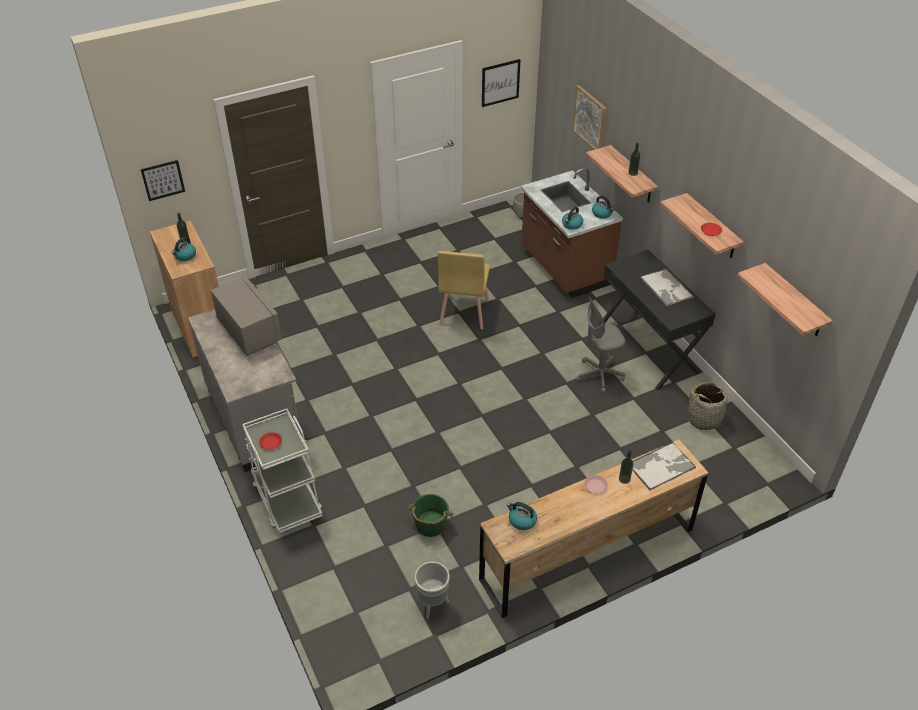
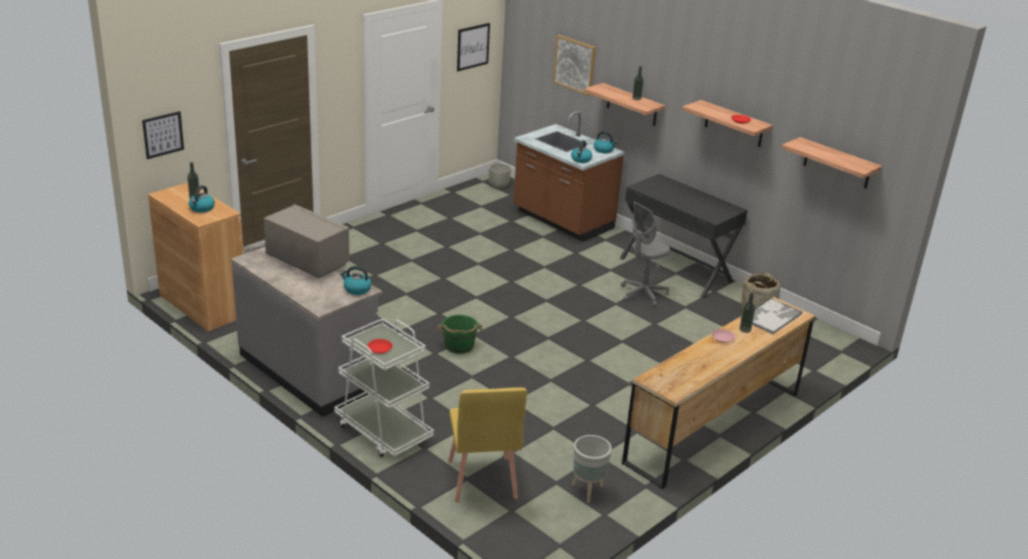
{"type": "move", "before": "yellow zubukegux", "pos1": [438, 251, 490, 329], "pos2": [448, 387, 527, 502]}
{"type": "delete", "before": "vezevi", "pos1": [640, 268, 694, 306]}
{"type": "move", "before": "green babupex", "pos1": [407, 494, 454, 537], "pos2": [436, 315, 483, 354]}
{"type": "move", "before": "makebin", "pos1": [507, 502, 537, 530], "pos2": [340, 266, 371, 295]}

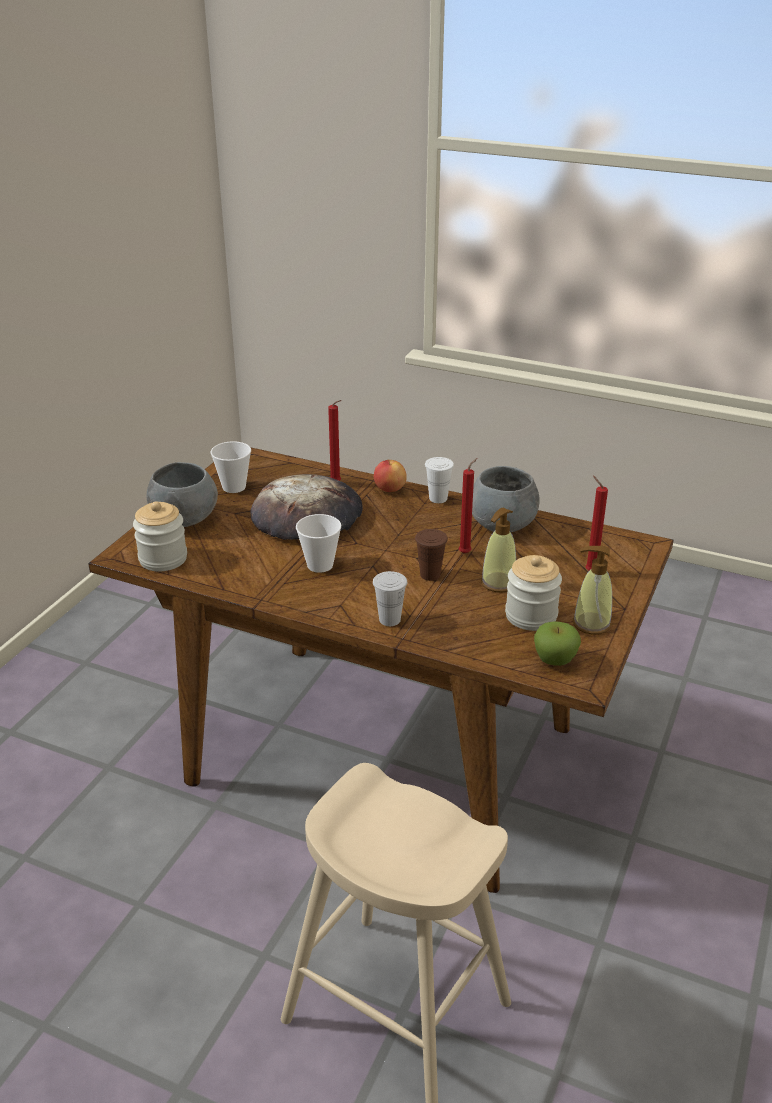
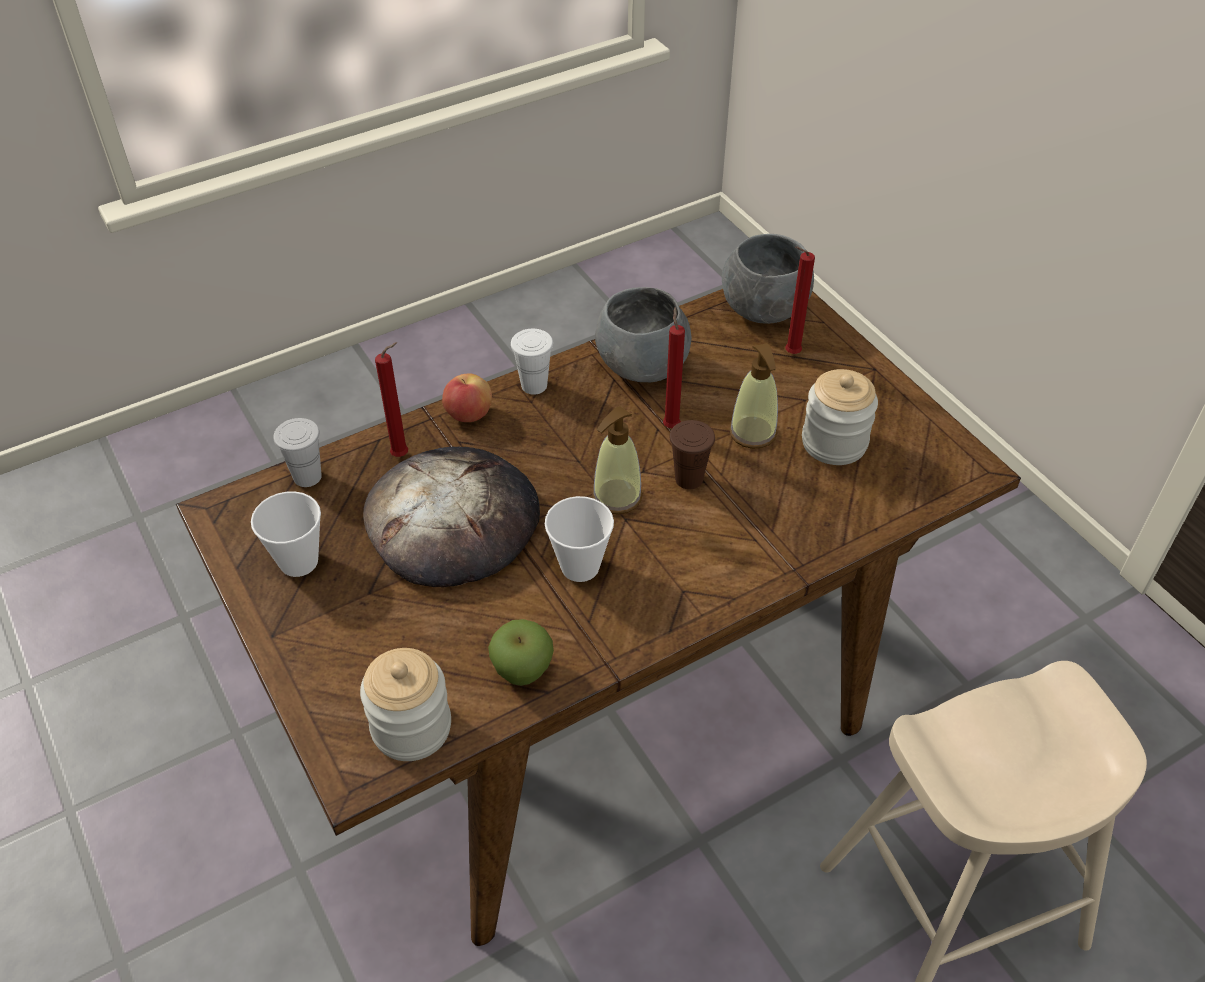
{"type": "move", "before": "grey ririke", "pos1": [147, 462, 218, 527], "pos2": [722, 234, 814, 324]}
{"type": "move", "before": "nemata", "pos1": [573, 546, 612, 635], "pos2": [592, 406, 643, 515]}
{"type": "move", "before": "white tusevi", "pos1": [373, 571, 407, 626], "pos2": [273, 418, 322, 487]}
{"type": "move", "before": "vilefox", "pos1": [534, 621, 581, 666], "pos2": [488, 619, 554, 686]}

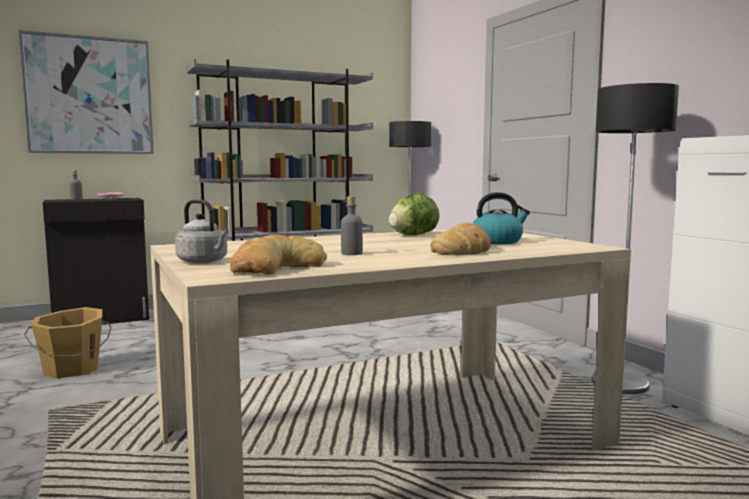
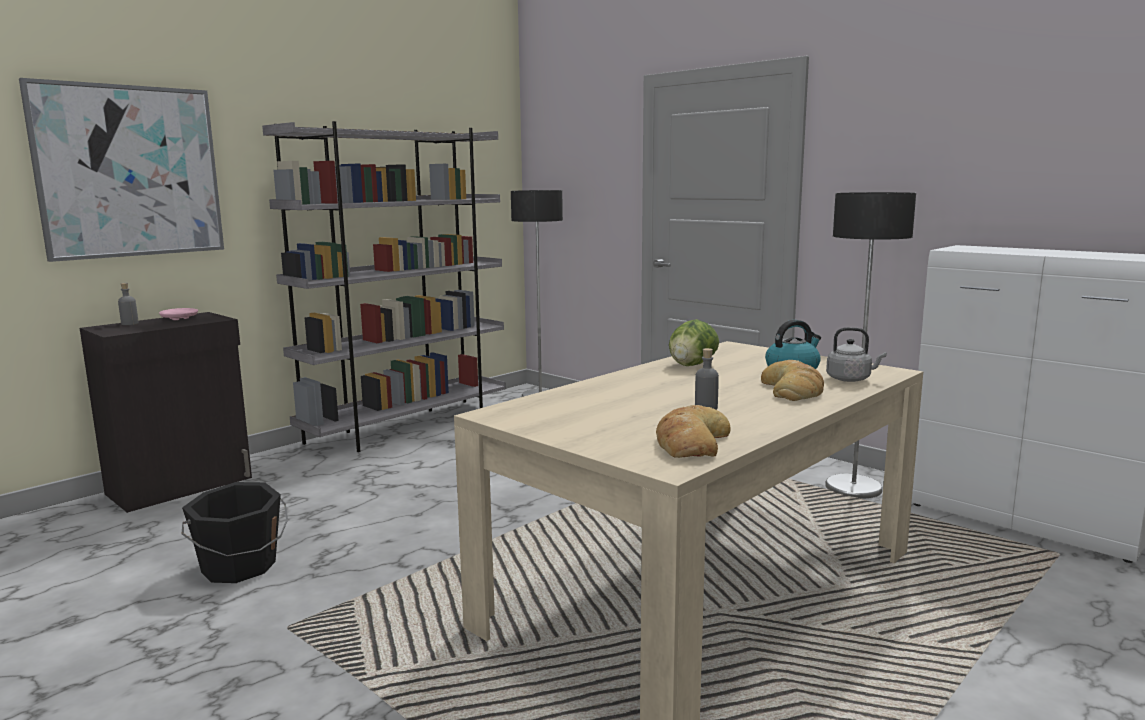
{"type": "move", "before": "grey makebin", "pos1": [175, 199, 229, 263], "pos2": [826, 327, 887, 382]}
{"type": "recolor", "before": "orange babupex", "after": "black babupex", "pos1": [24, 307, 111, 378], "pos2": [182, 482, 288, 583]}

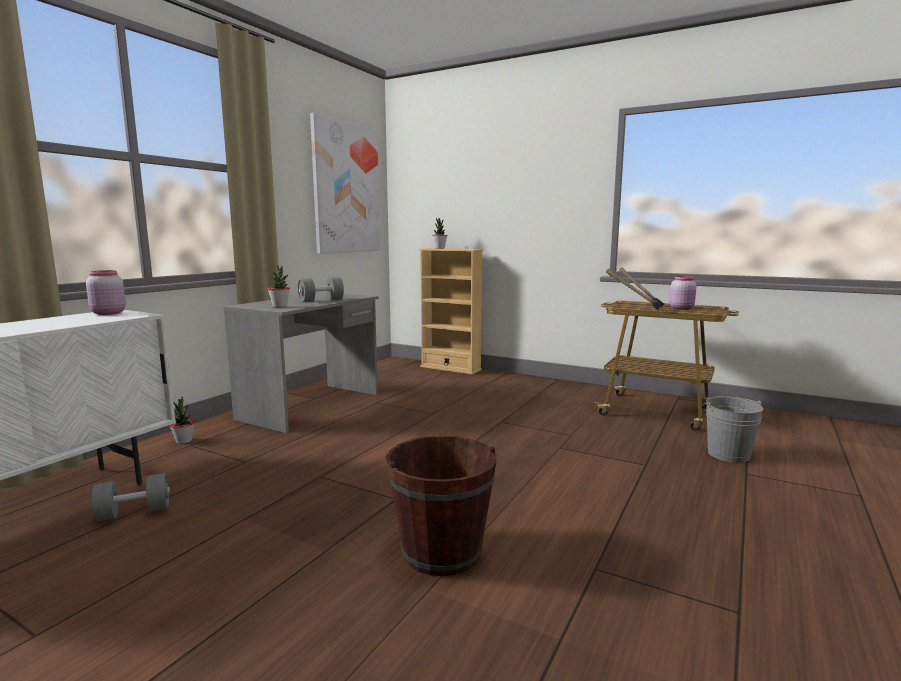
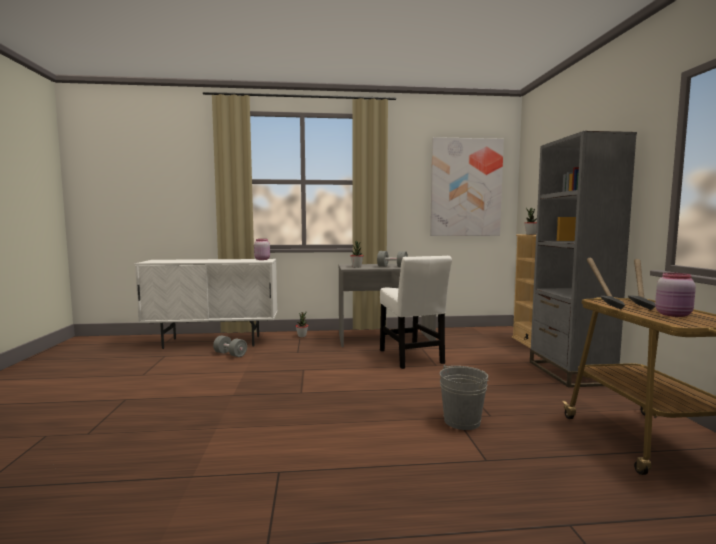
{"type": "move", "before": "grey babupex", "pos1": [704, 396, 763, 463], "pos2": [440, 365, 489, 430]}
{"type": "delete", "before": "brown babupex", "pos1": [386, 435, 497, 576]}
{"type": "insert", "after": "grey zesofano", "pos2": [530, 131, 637, 388]}
{"type": "insert", "after": "white zubukegux", "pos2": [380, 256, 452, 369]}

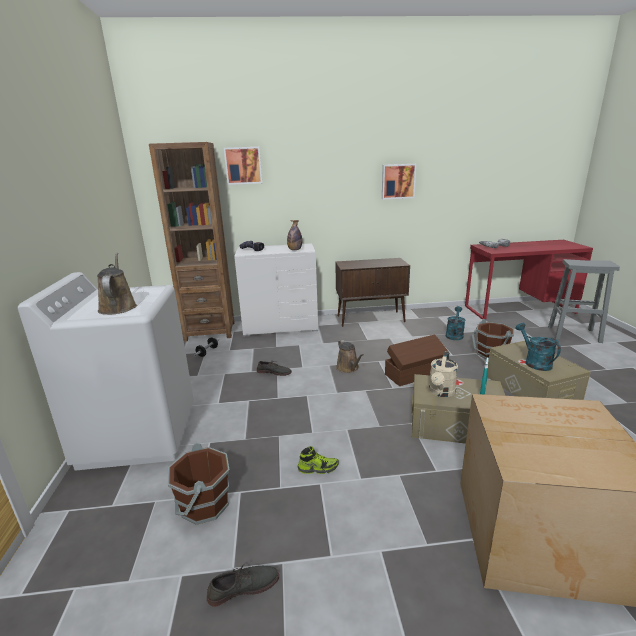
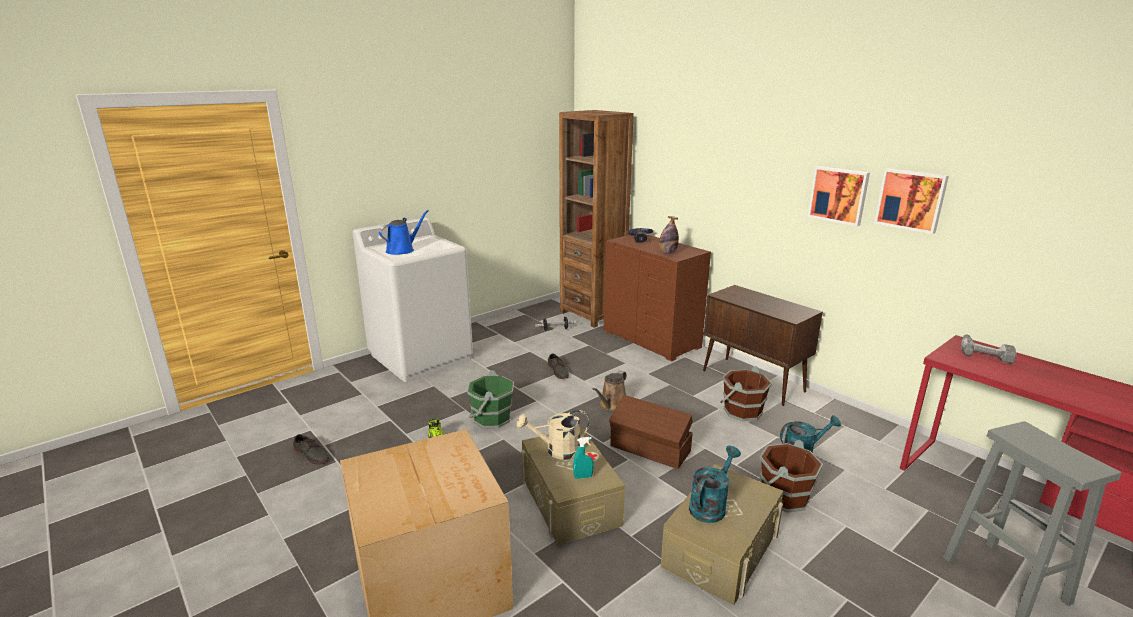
{"type": "move", "before": "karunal", "pos1": [224, 147, 262, 185], "pos2": [874, 168, 949, 234]}
{"type": "recolor", "before": "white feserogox", "after": "brown feserogox", "pos1": [234, 243, 318, 337], "pos2": [604, 234, 711, 362]}
{"type": "recolor", "before": "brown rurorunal", "after": "blue rurorunal", "pos1": [97, 253, 137, 315], "pos2": [379, 210, 429, 255]}
{"type": "move", "before": "brown babupex", "pos1": [168, 443, 229, 525], "pos2": [720, 366, 772, 421]}
{"type": "insert", "after": "green babupex", "pos2": [467, 370, 514, 428]}

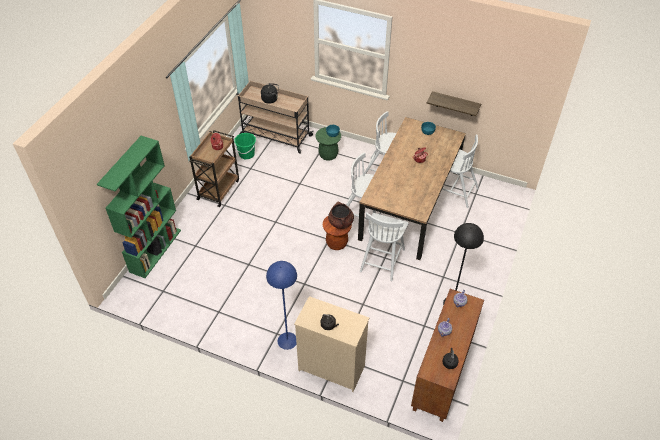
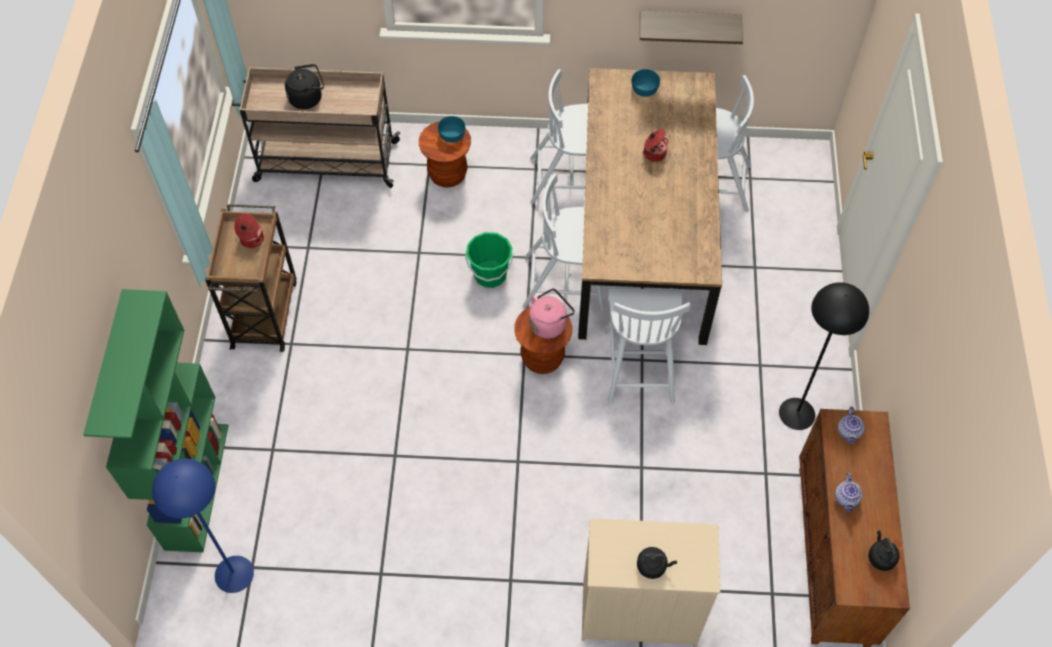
{"type": "recolor", "before": "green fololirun", "after": "brown fololirun", "pos1": [316, 127, 341, 161], "pos2": [419, 121, 471, 187]}
{"type": "move", "before": "green babupex", "pos1": [234, 133, 256, 159], "pos2": [465, 232, 513, 288]}
{"type": "replace", "before": "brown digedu", "after": "pink makebin", "pos1": [328, 202, 354, 229], "pos2": [529, 288, 575, 339]}
{"type": "move", "before": "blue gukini", "pos1": [266, 261, 297, 350], "pos2": [152, 459, 254, 593]}

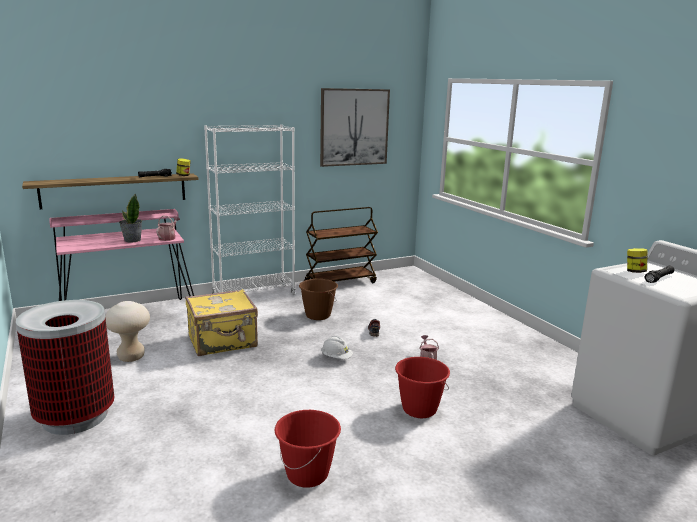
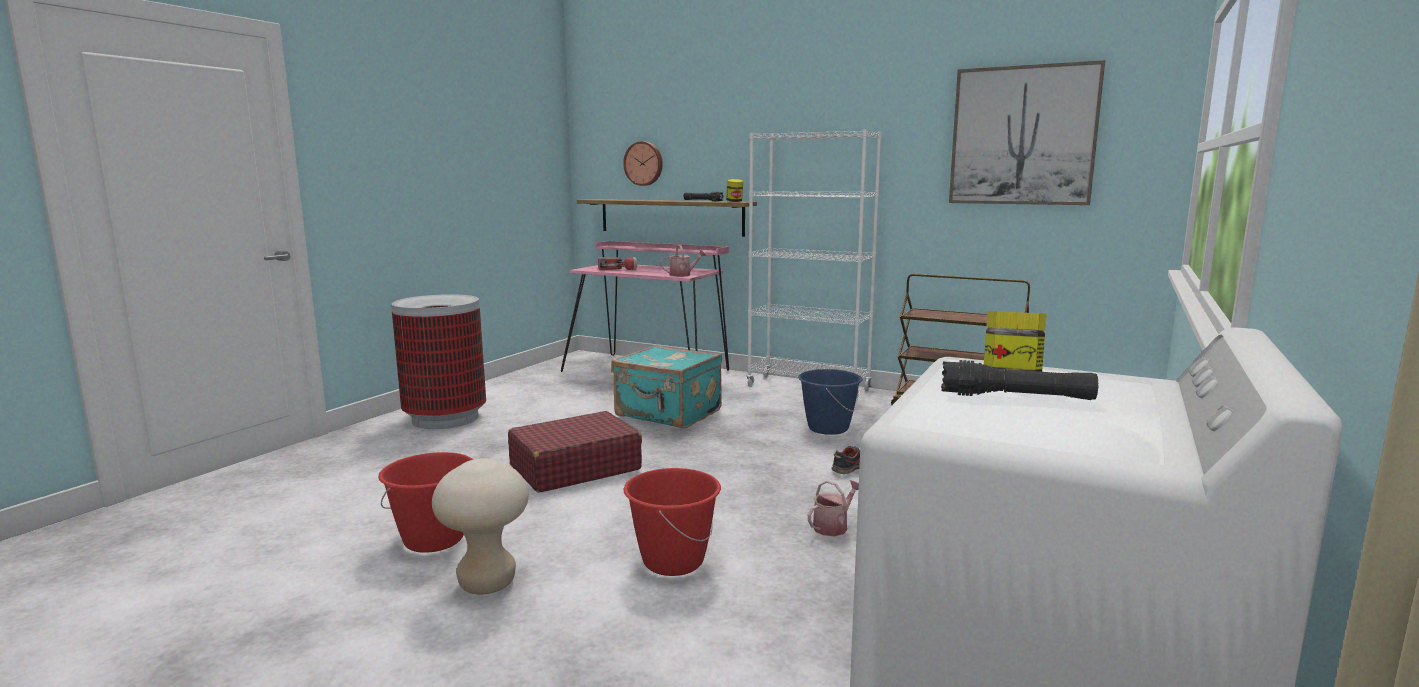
{"type": "delete", "before": "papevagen", "pos1": [119, 193, 142, 242]}
{"type": "recolor", "before": "brown babupex", "after": "blue babupex", "pos1": [299, 279, 338, 320], "pos2": [798, 369, 863, 435]}
{"type": "recolor", "before": "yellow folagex", "after": "turquoise folagex", "pos1": [185, 289, 258, 356], "pos2": [611, 345, 722, 429]}
{"type": "move", "before": "beige fololirun", "pos1": [105, 301, 150, 362], "pos2": [432, 459, 529, 594]}
{"type": "delete", "before": "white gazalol", "pos1": [321, 336, 353, 359]}
{"type": "insert", "after": "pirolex", "pos2": [623, 141, 663, 186]}
{"type": "insert", "after": "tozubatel", "pos2": [598, 257, 637, 270]}
{"type": "insert", "after": "red folagex", "pos2": [508, 411, 642, 493]}

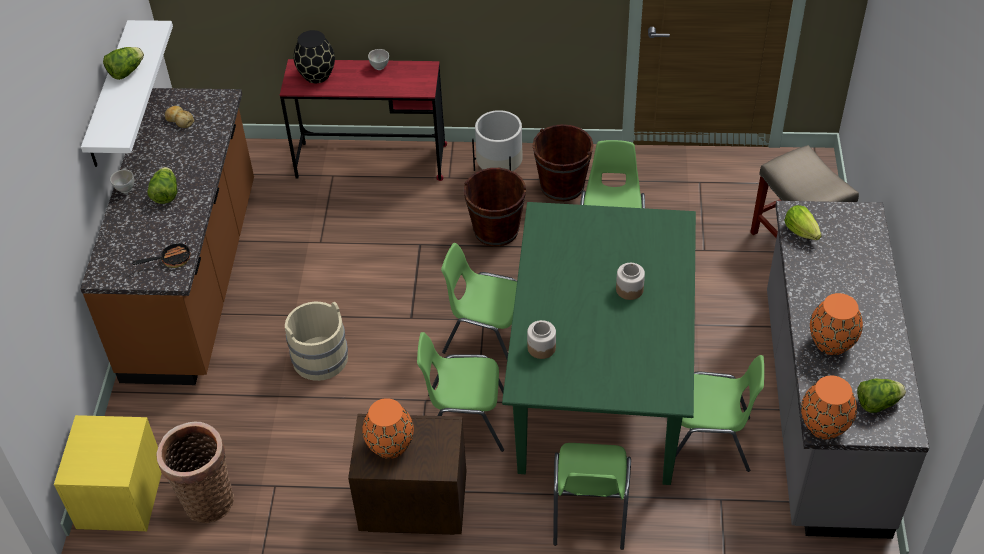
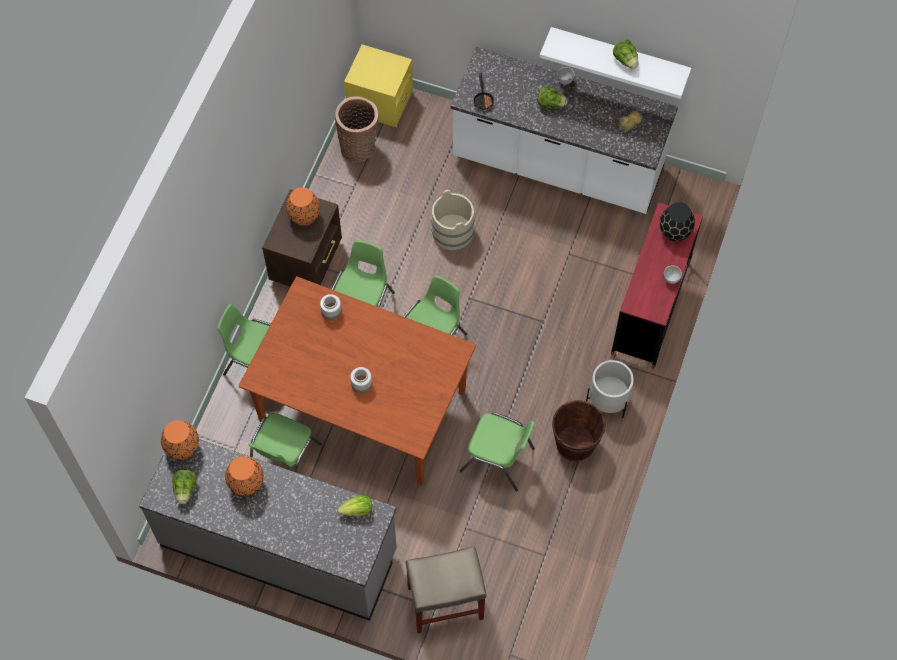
{"type": "recolor", "before": "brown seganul", "after": "white seganul", "pos1": [80, 88, 254, 385], "pos2": [451, 47, 678, 214]}
{"type": "delete", "before": "brown babupex", "pos1": [464, 168, 526, 247]}
{"type": "recolor", "before": "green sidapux", "after": "brown sidapux", "pos1": [502, 202, 696, 485], "pos2": [238, 276, 476, 486]}

